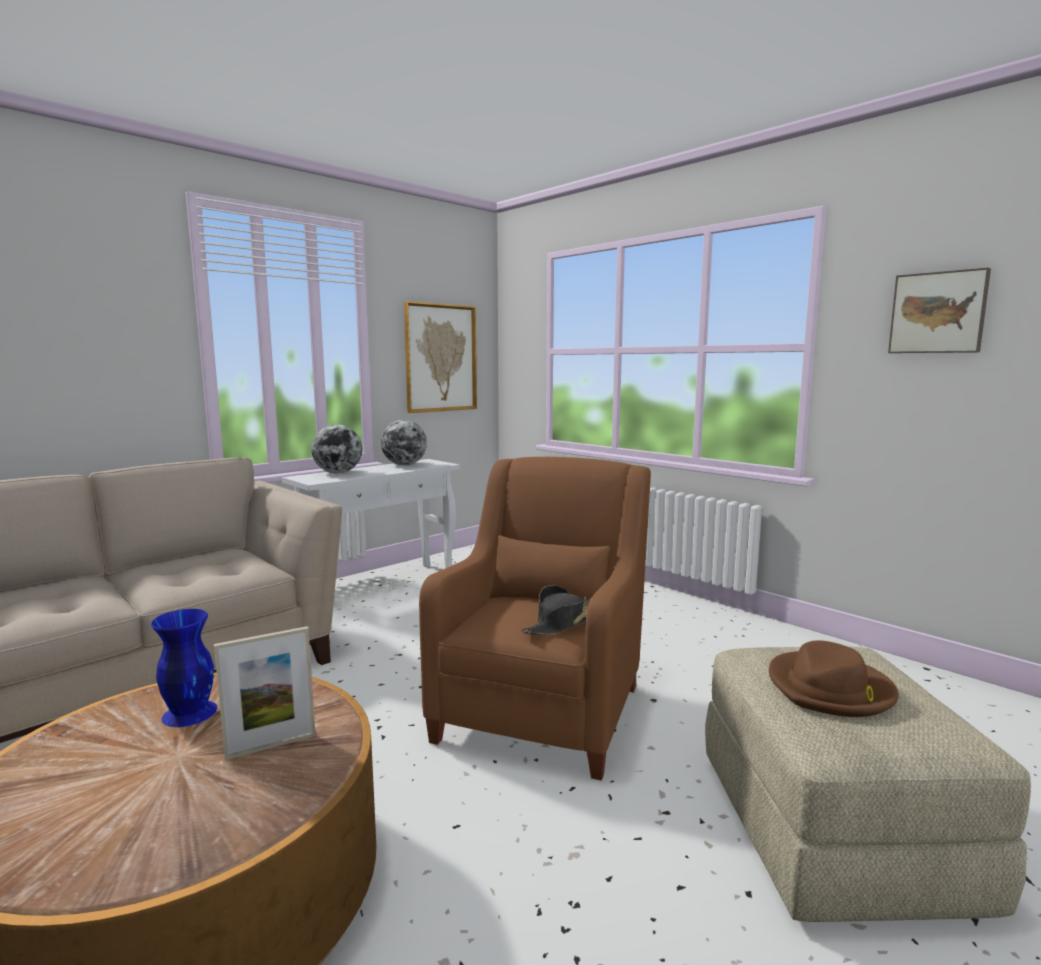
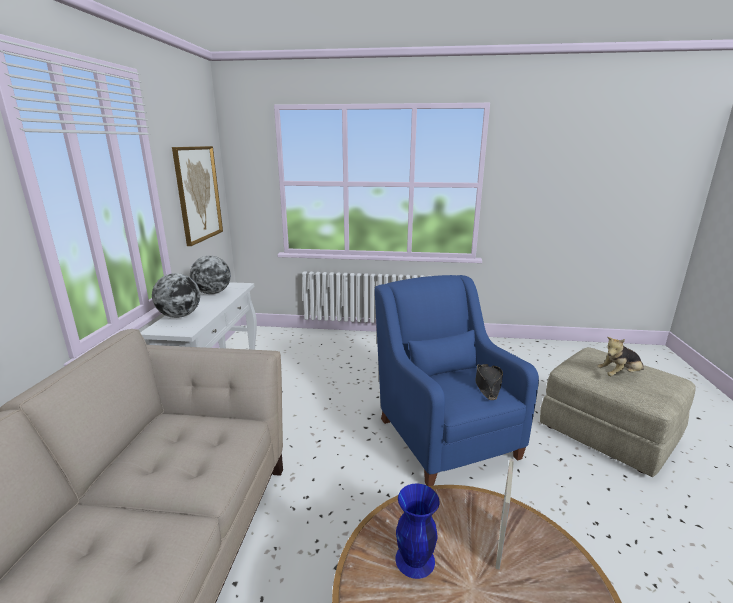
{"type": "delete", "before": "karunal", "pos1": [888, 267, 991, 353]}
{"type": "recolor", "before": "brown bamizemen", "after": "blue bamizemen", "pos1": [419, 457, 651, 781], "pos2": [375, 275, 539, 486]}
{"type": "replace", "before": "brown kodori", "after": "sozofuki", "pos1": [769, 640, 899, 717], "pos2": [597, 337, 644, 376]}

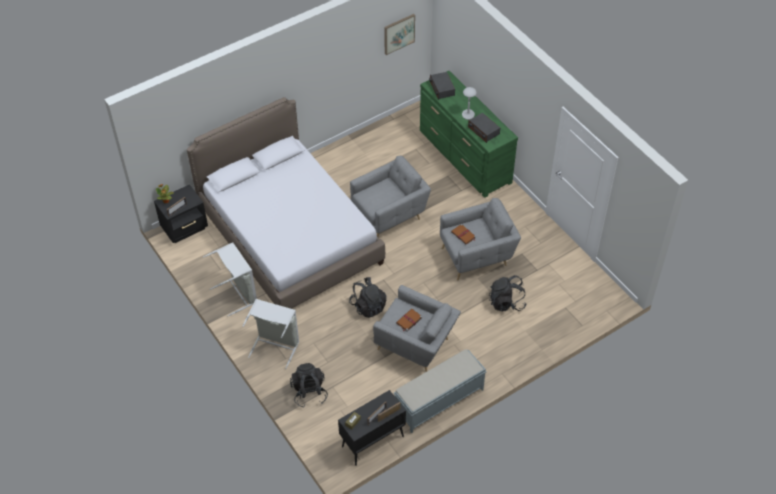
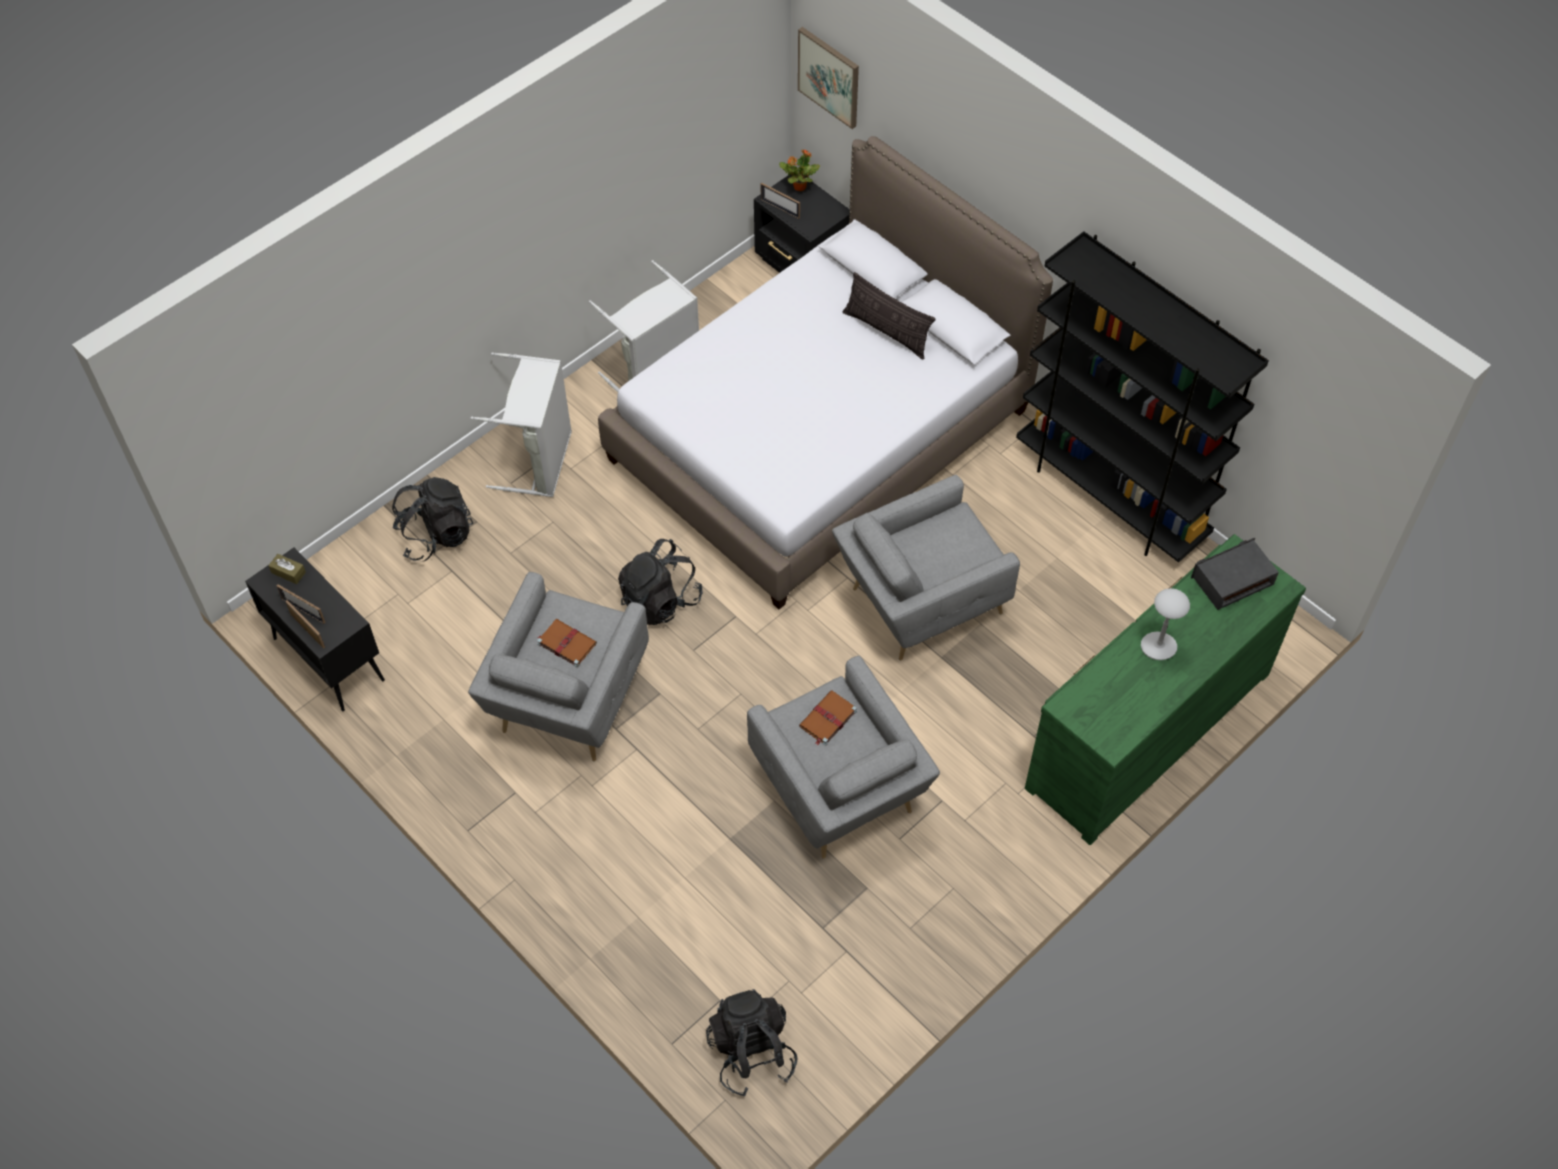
{"type": "move", "before": "karunal", "pos1": [384, 14, 415, 55], "pos2": [798, 27, 859, 129]}
{"type": "delete", "before": "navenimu", "pos1": [468, 113, 500, 143]}
{"type": "rotate", "before": "grey bamizemen", "pos1": [350, 156, 431, 237], "pos2": [832, 475, 1020, 660], "turn": 105}
{"type": "move", "before": "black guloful", "pos1": [489, 275, 527, 311], "pos2": [706, 989, 797, 1097]}
{"type": "delete", "before": "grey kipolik", "pos1": [393, 349, 487, 433]}
{"type": "insert", "after": "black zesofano", "pos2": [1016, 231, 1269, 563]}
{"type": "insert", "after": "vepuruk", "pos2": [843, 272, 936, 360]}

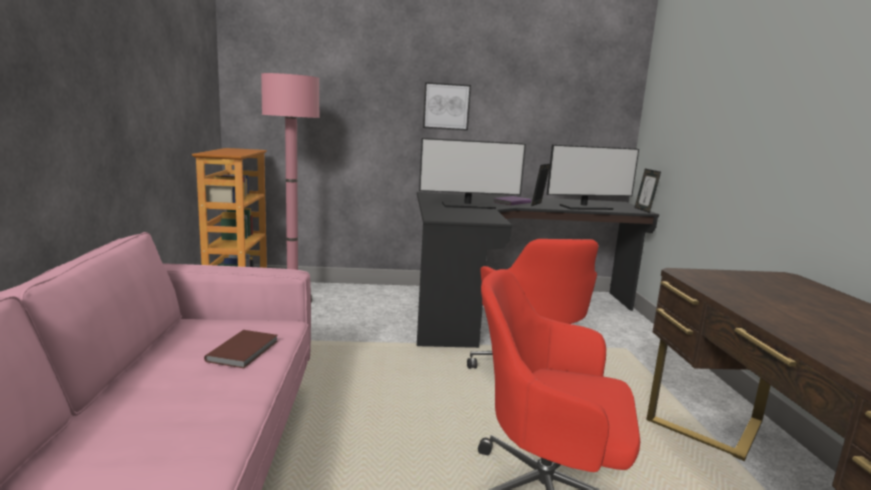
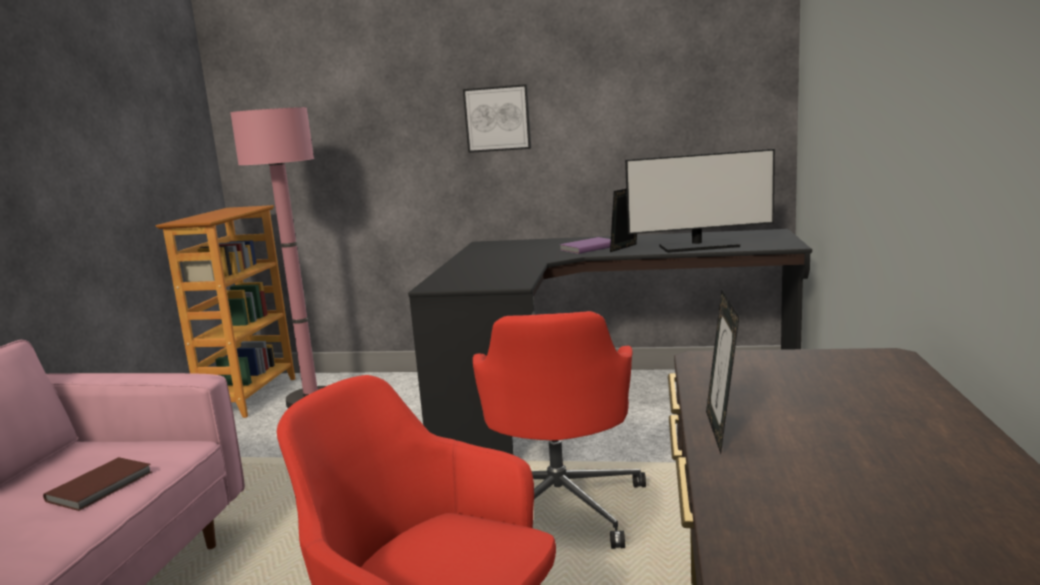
{"type": "delete", "before": "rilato", "pos1": [419, 138, 526, 209]}
{"type": "move", "before": "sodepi", "pos1": [634, 169, 661, 213], "pos2": [706, 290, 740, 454]}

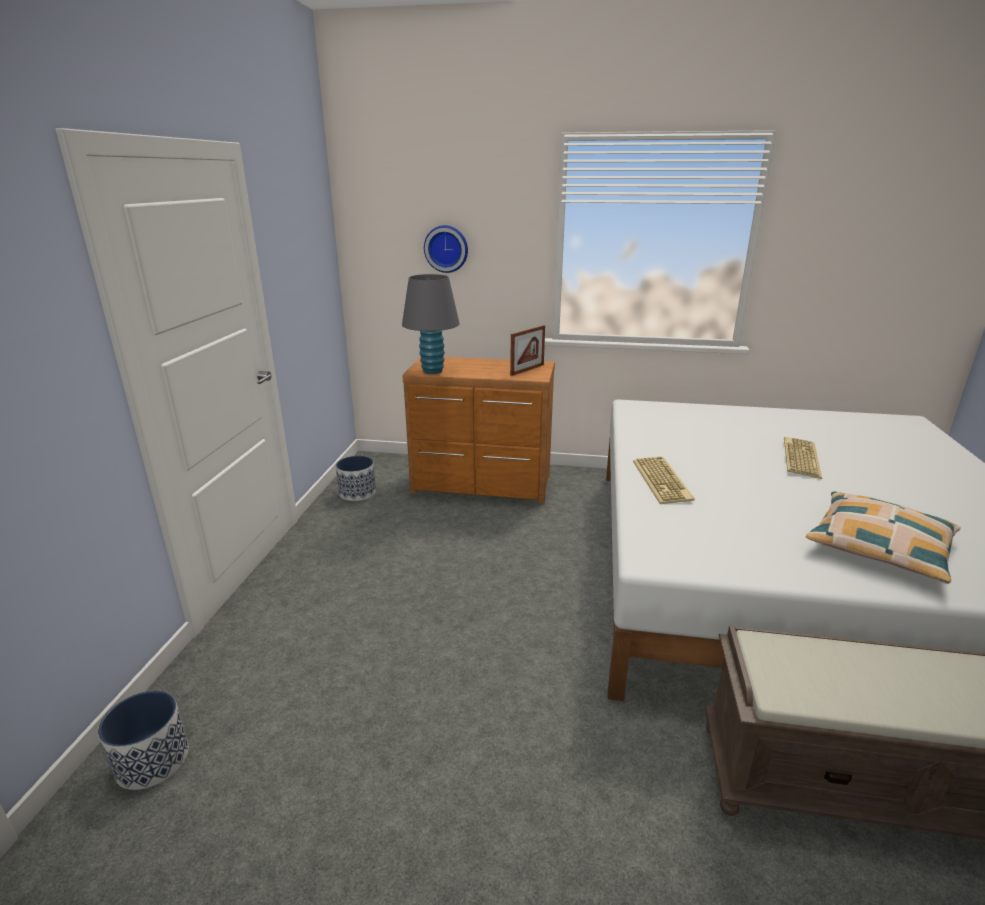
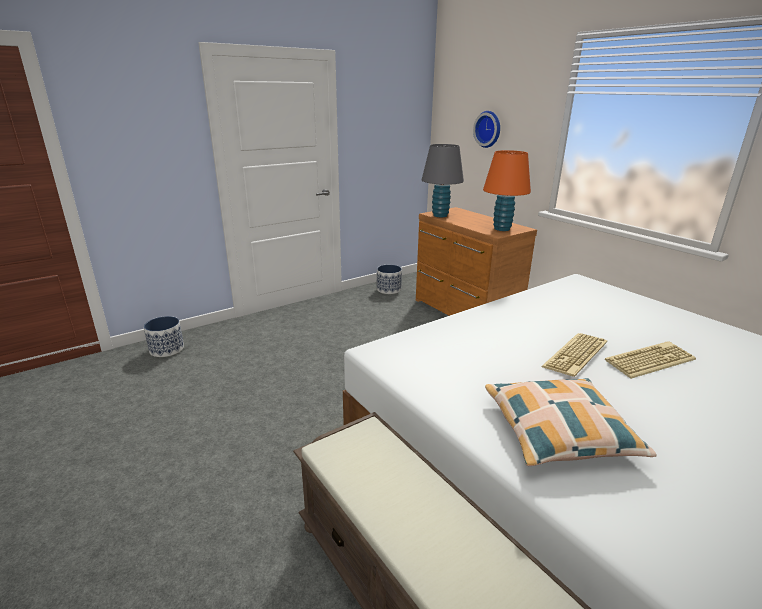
{"type": "replace", "before": "sodepi", "after": "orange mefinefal", "pos1": [510, 325, 545, 376], "pos2": [483, 150, 531, 231]}
{"type": "move", "before": "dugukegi", "pos1": [633, 456, 695, 504], "pos2": [542, 333, 607, 377]}

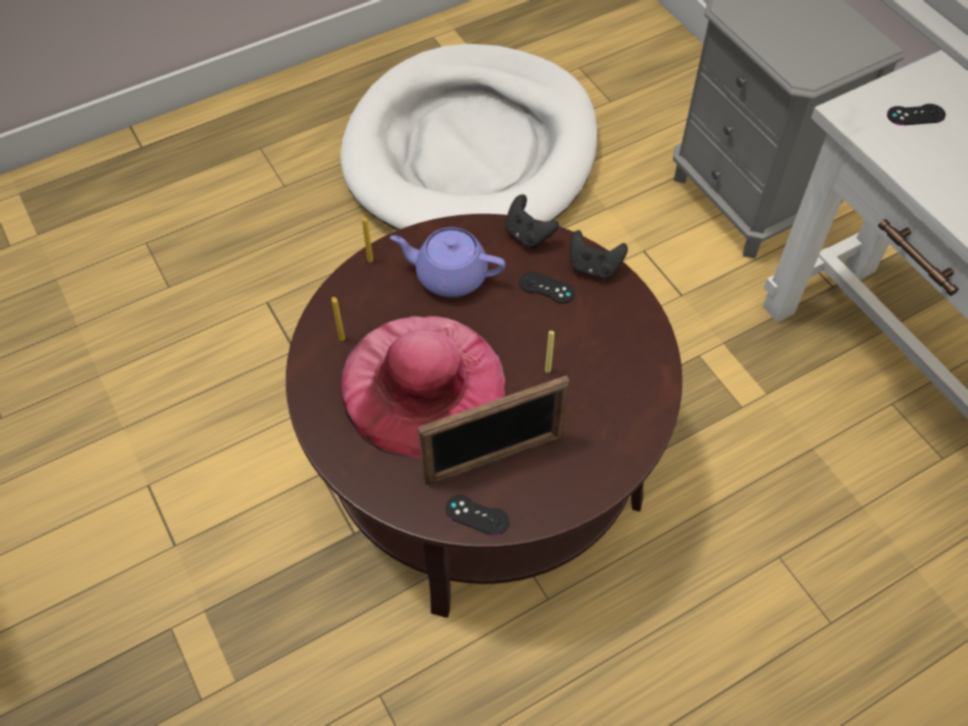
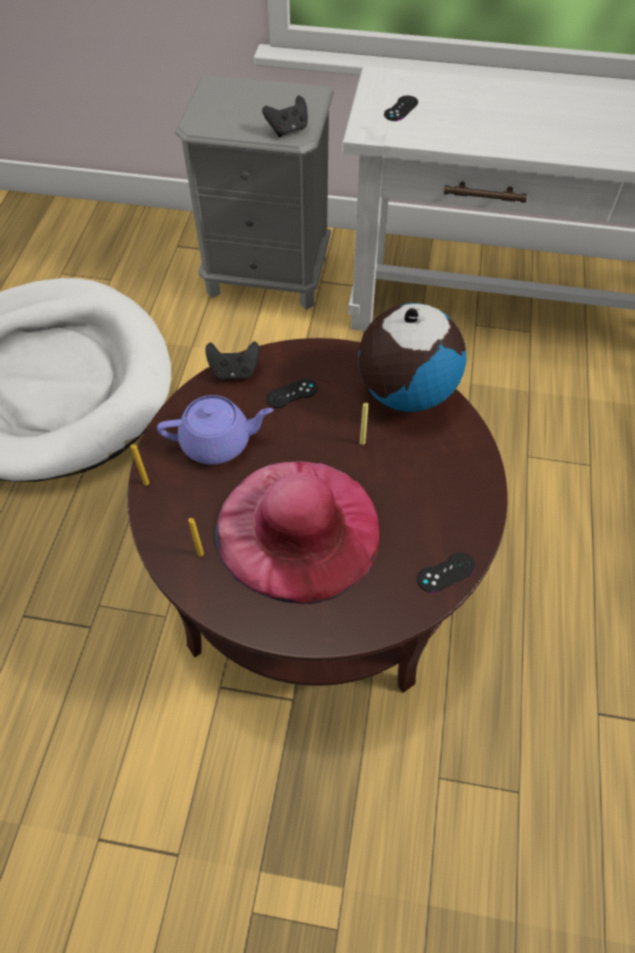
{"type": "rotate", "before": "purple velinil", "pos1": [390, 227, 505, 297], "pos2": [157, 395, 273, 465], "turn": -150}
{"type": "move", "before": "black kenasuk", "pos1": [570, 230, 628, 279], "pos2": [262, 96, 308, 137]}
{"type": "delete", "before": "sodepi", "pos1": [418, 375, 569, 486]}
{"type": "insert", "after": "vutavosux", "pos2": [358, 303, 466, 412]}

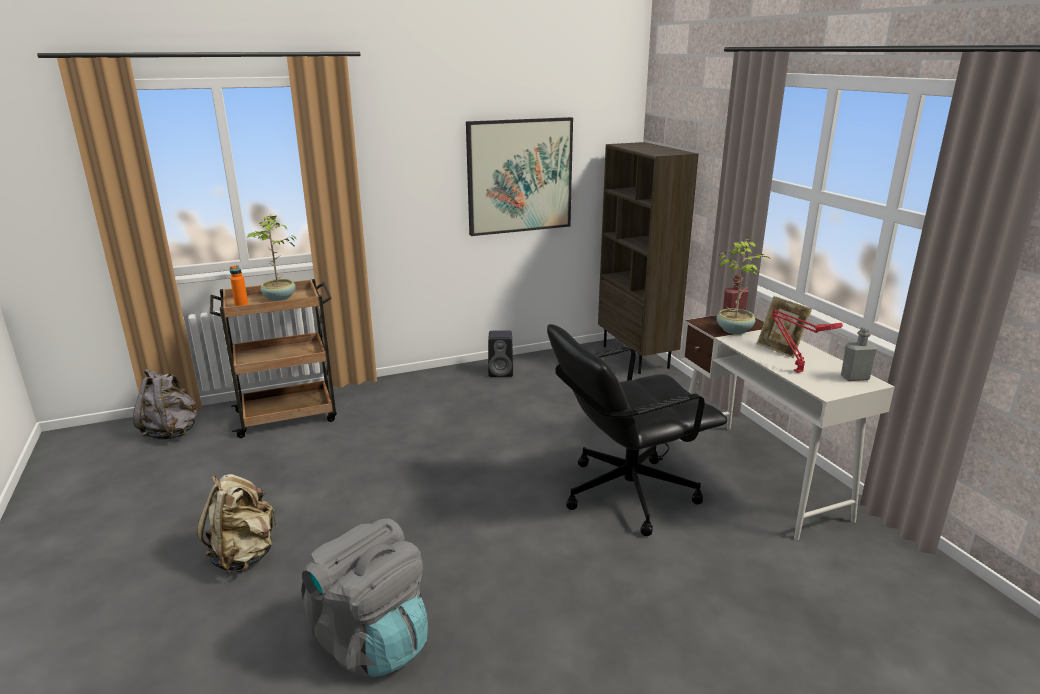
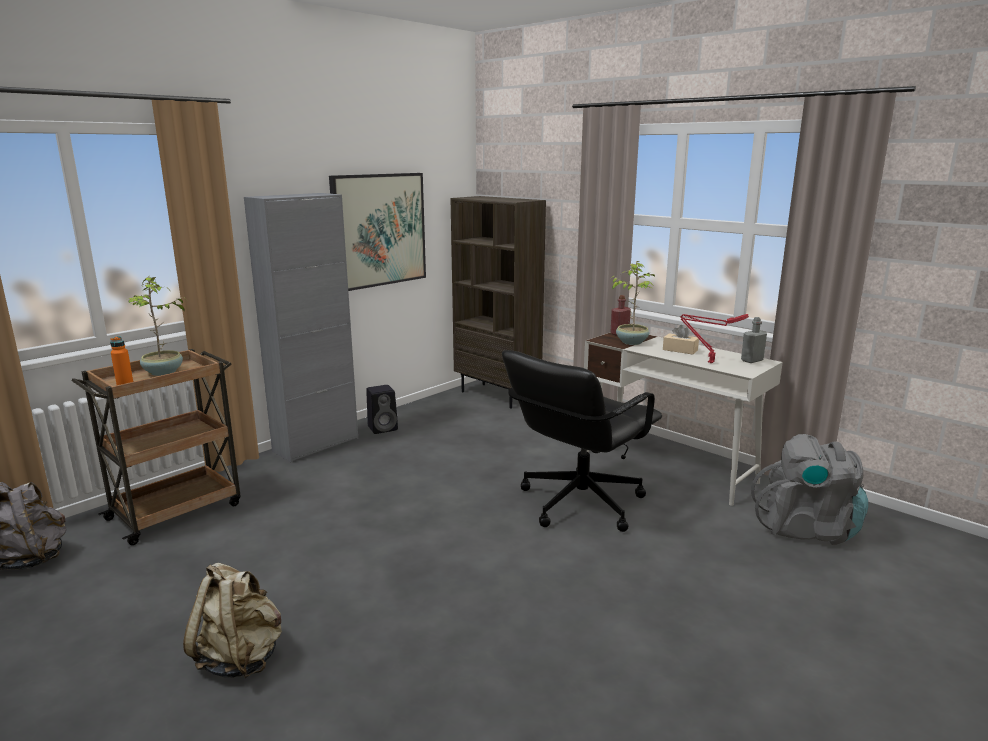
{"type": "replace", "before": "sodepi", "after": "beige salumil", "pos1": [757, 296, 812, 358], "pos2": [663, 325, 699, 354]}
{"type": "move", "before": "grey guloful", "pos1": [301, 519, 428, 677], "pos2": [751, 434, 868, 545]}
{"type": "insert", "after": "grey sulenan", "pos2": [244, 193, 358, 462]}

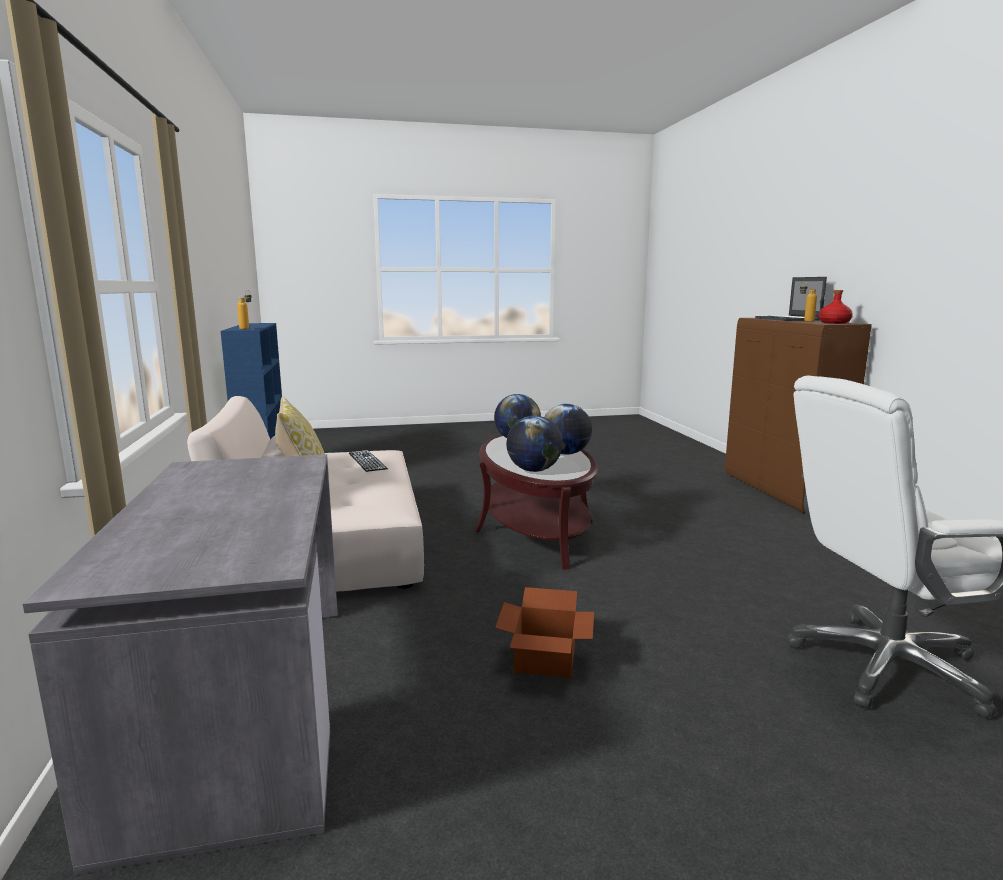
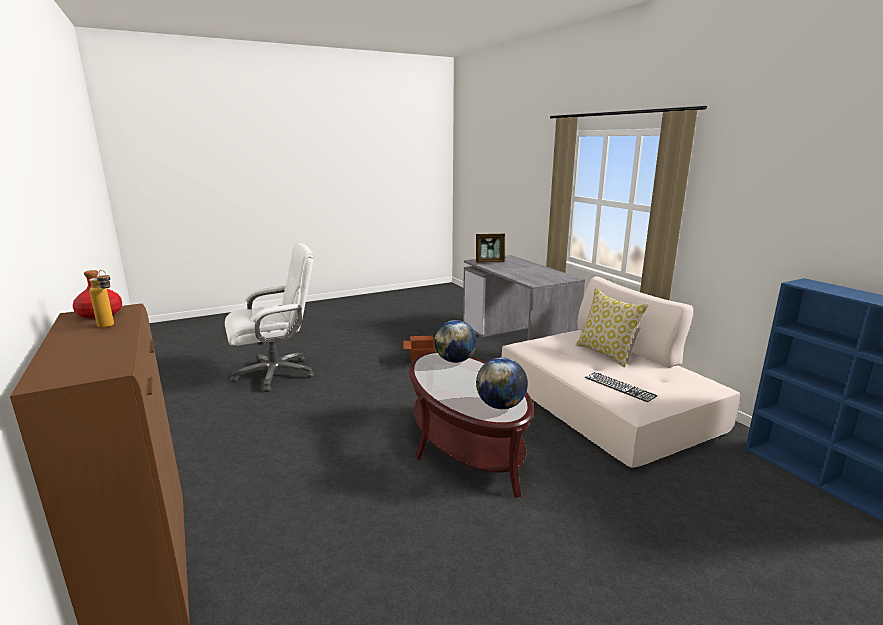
{"type": "delete", "before": "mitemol", "pos1": [755, 277, 827, 321]}
{"type": "delete", "before": "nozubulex", "pos1": [237, 290, 252, 330]}
{"type": "delete", "before": "vutavosux", "pos1": [544, 404, 592, 455]}
{"type": "insert", "after": "sodepi", "pos2": [476, 234, 505, 263]}

